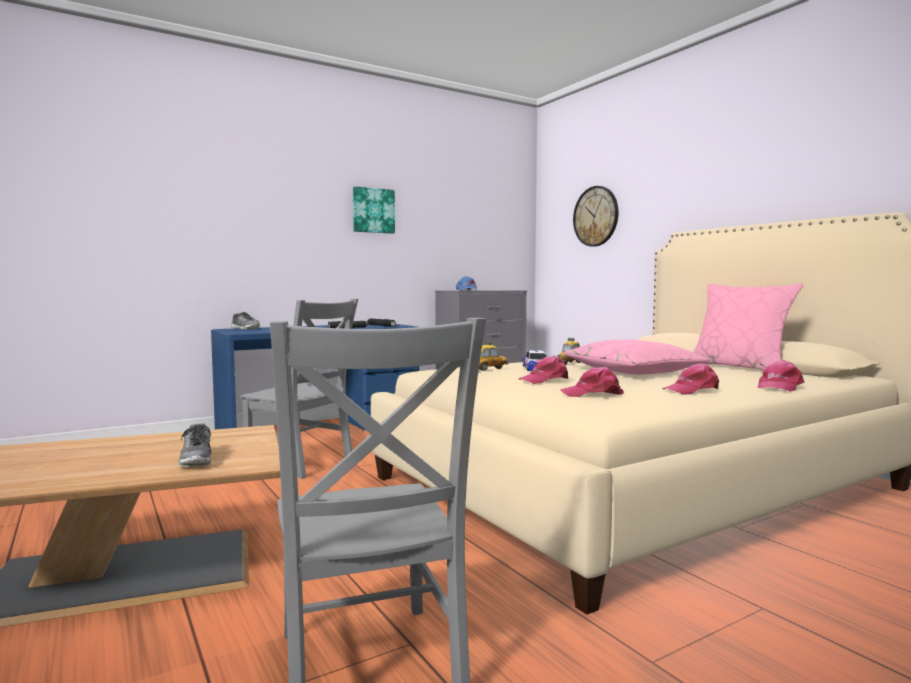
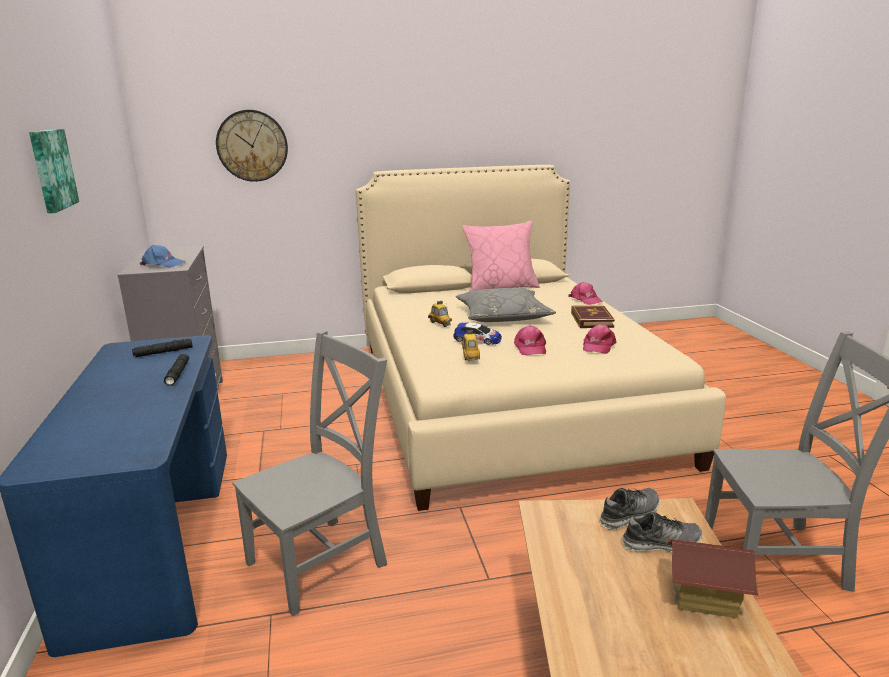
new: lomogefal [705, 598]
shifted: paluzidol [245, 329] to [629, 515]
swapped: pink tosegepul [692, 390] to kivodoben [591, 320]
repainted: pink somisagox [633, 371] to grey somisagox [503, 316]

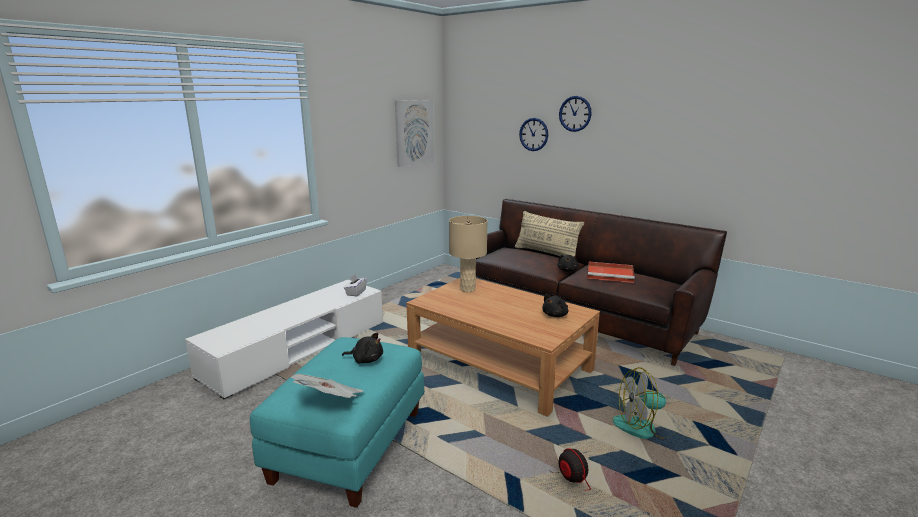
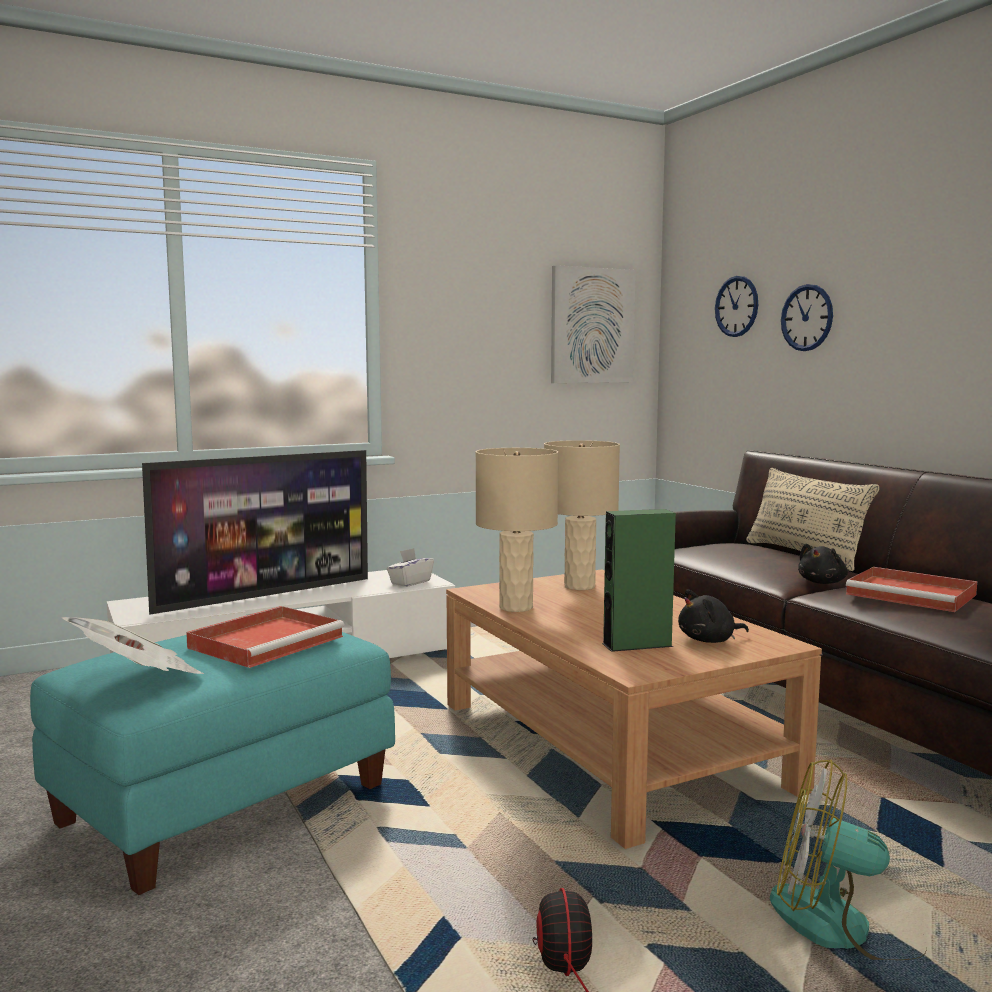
new: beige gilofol [515, 607]; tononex [266, 595]; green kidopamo [637, 645]
shifted: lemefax [575, 114] to [736, 306]
swapped: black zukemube [366, 359] to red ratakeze [268, 641]

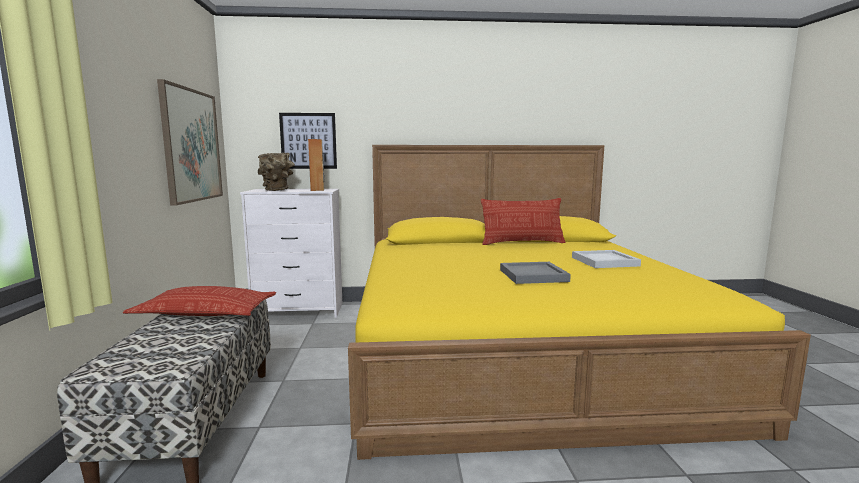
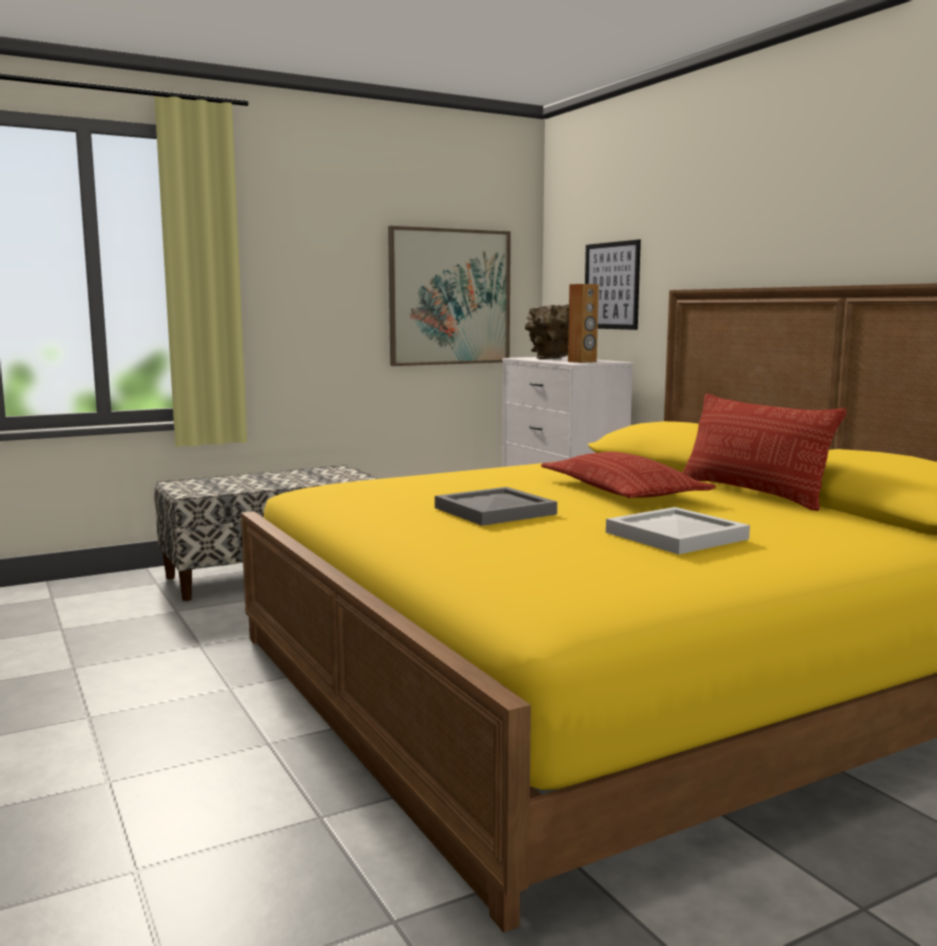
shifted: somisagox [206, 312] to [622, 491]

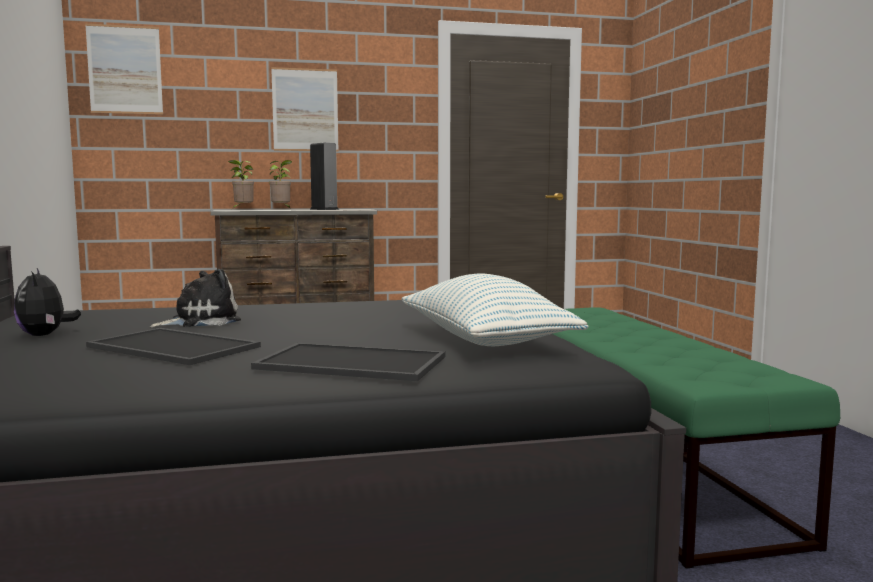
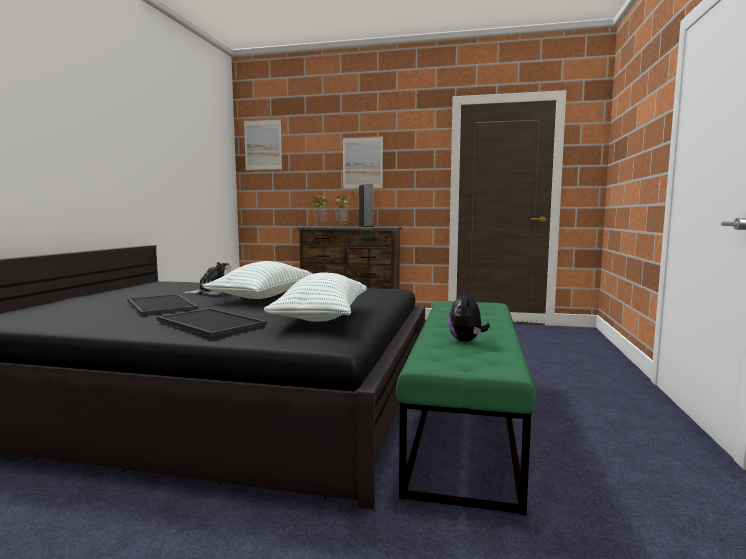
new: somisagox [264, 297]
shifted: zukemube [45, 335] to [466, 341]

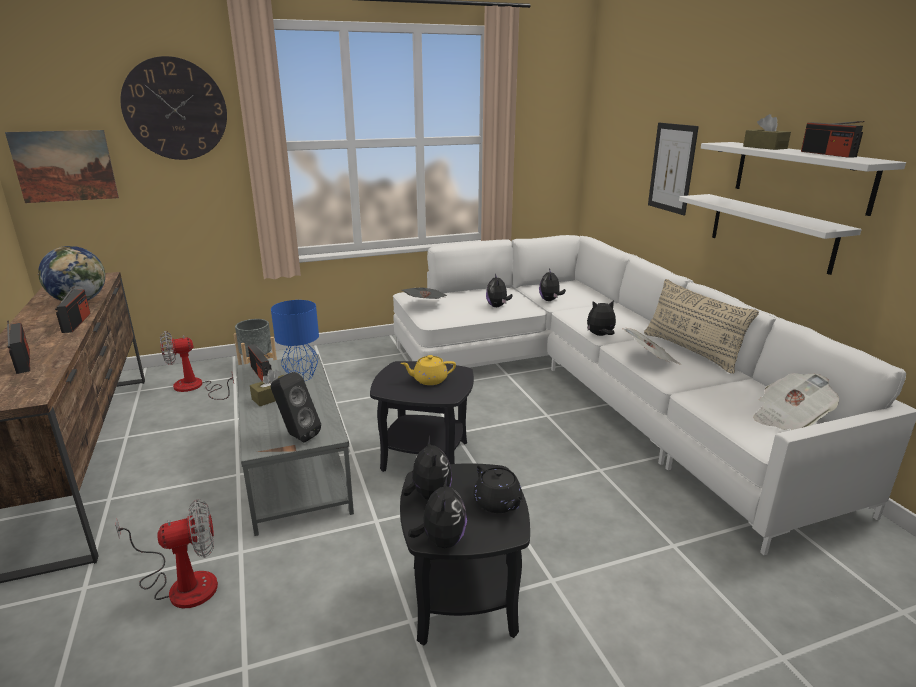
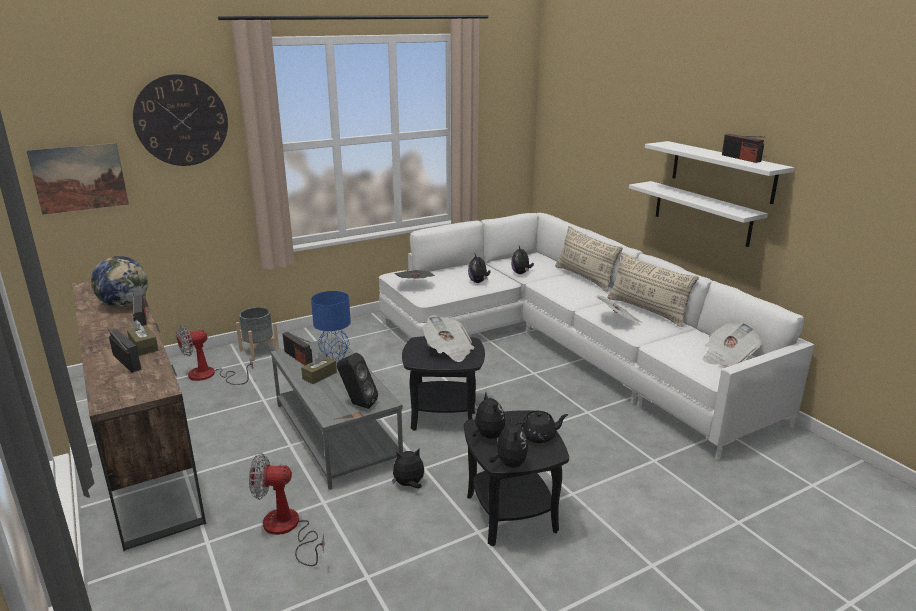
gone: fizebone [672, 168]
new: beige somisagox [584, 277]
shifted: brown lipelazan [764, 147] to [143, 347]; zukemube [600, 335] to [409, 485]
swapped: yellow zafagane [429, 380] to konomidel [448, 351]
rotated: black zafagane [498, 503] = [539, 436] 60 degrees counterclockwise; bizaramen [182, 583] = [287, 529] 150 degrees counterclockwise

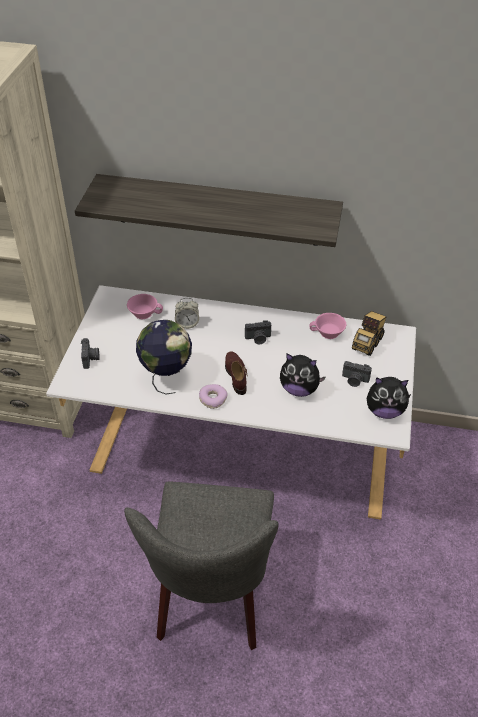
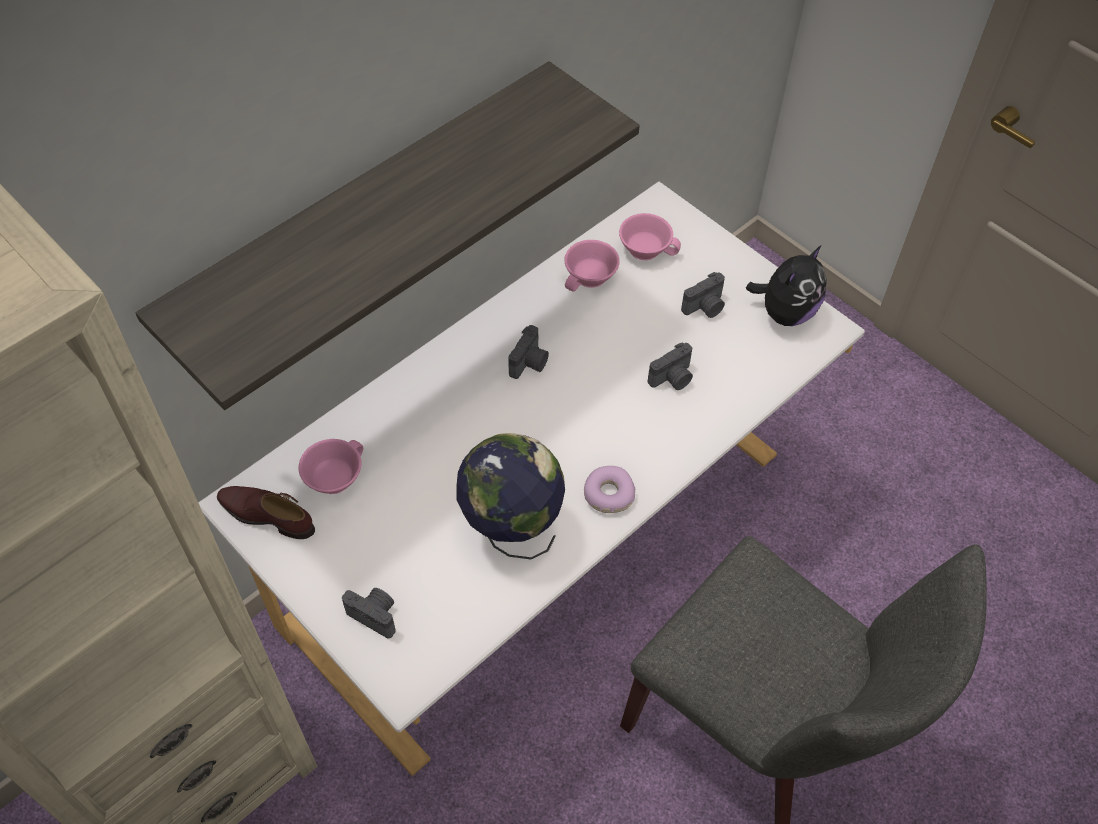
gone: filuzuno [187, 324]
shifted: brown paluzidol [236, 375] to [267, 515]
swapped: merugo [368, 342] to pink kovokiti [646, 247]; zukemube [299, 389] to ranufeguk [673, 379]

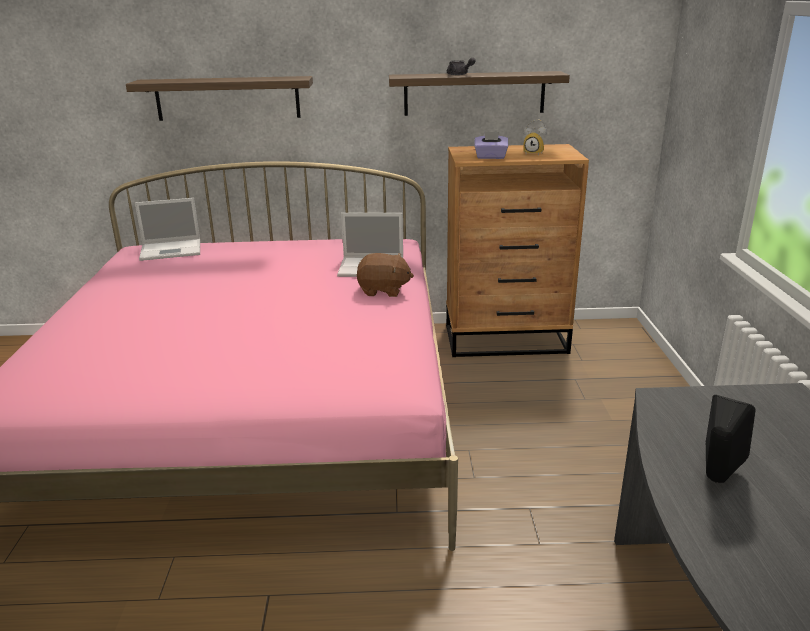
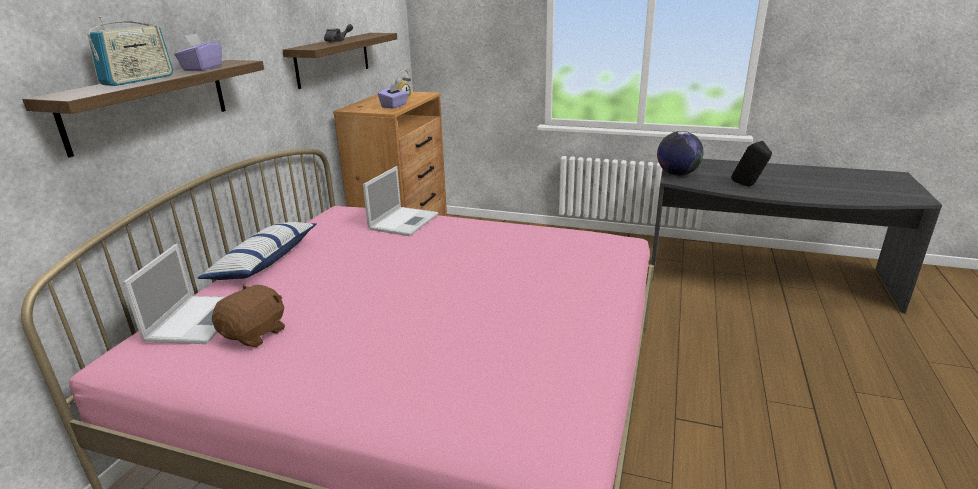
new: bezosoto [138, 80]; purple lipelazan [202, 68]; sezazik [677, 174]; somisagox [264, 262]
shifted: brown zukemube [383, 290] to [255, 334]

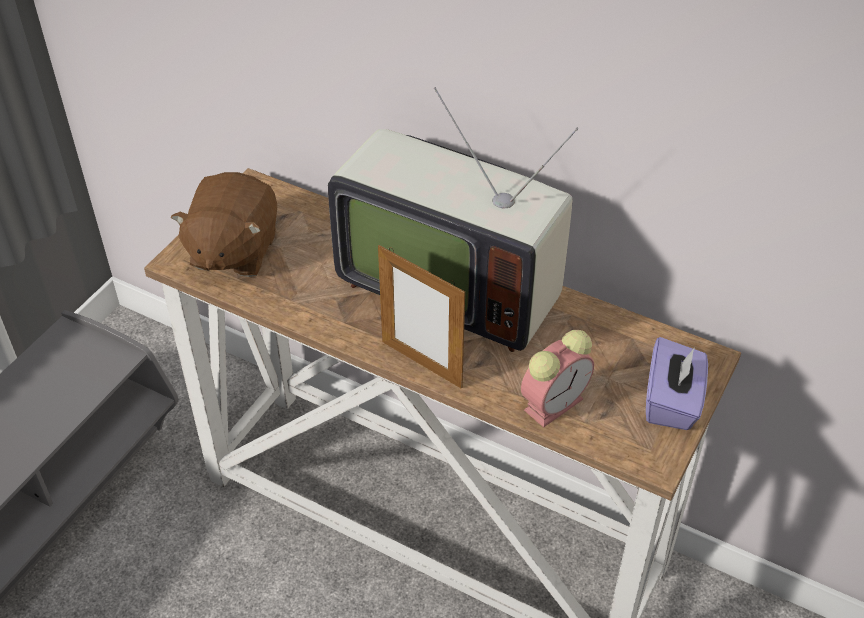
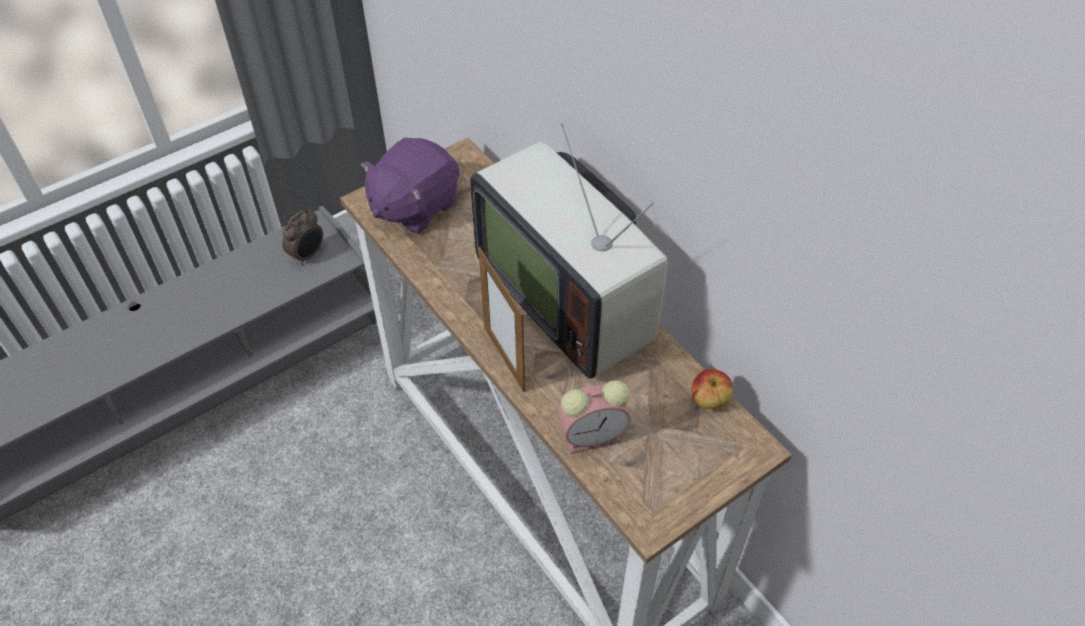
gone: purple lipelazan [672, 402]
new: filuzuno [308, 255]; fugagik [709, 400]
repainted: brown zukemube [233, 251] to purple zukemube [414, 206]

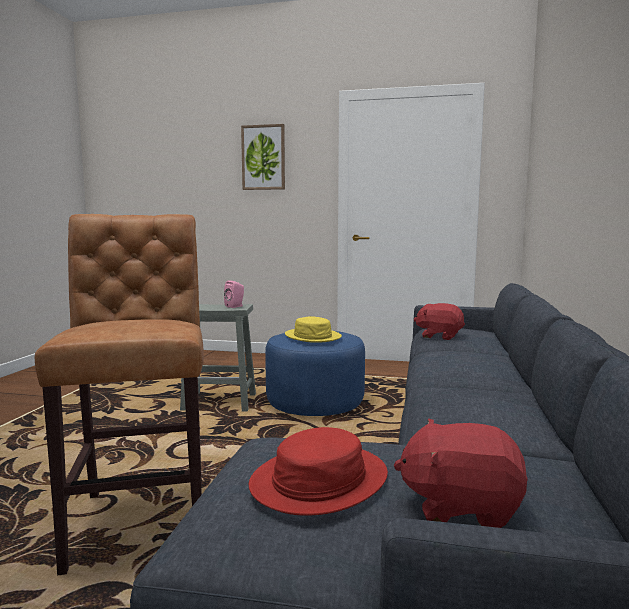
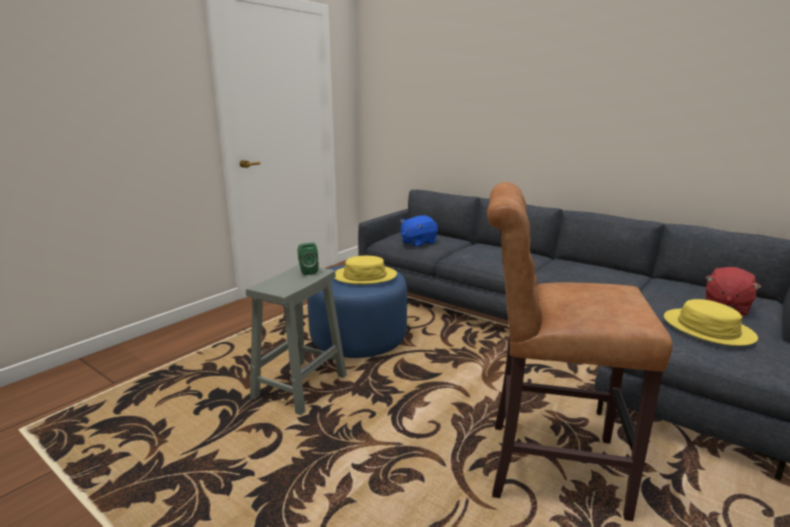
gone: fizebone [263, 157]
repainted: pink kidopamo [235, 306] to green kidopamo [307, 271]; red zukemube [439, 336] to blue zukemube [418, 243]; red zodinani [319, 480] to yellow zodinani [707, 328]

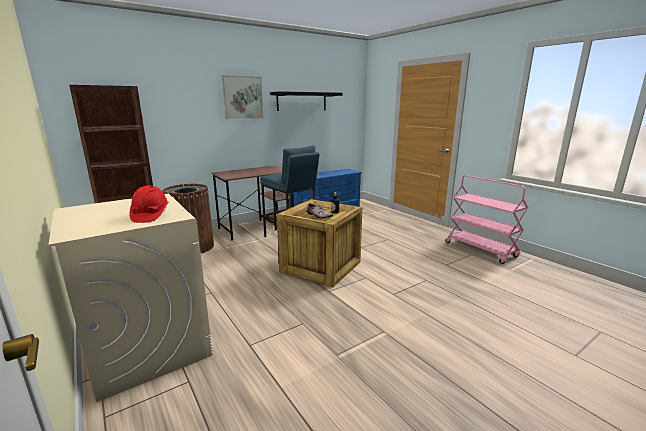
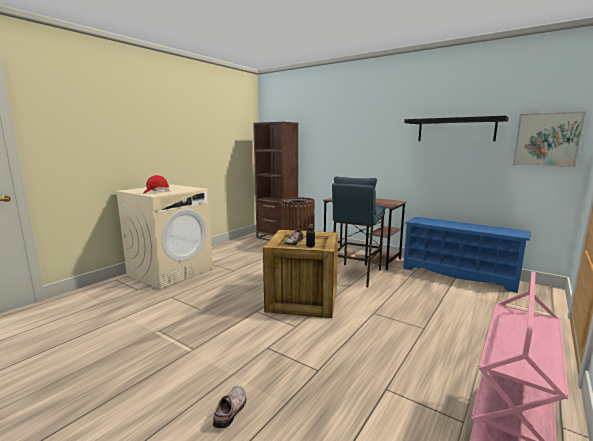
new: paluzidol [231, 410]
shifted: fizebone [242, 97] to [546, 140]

